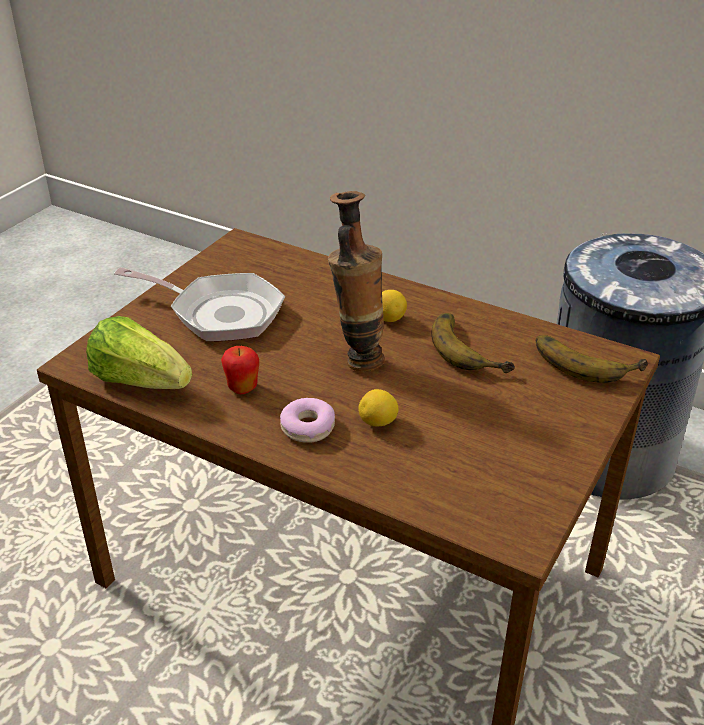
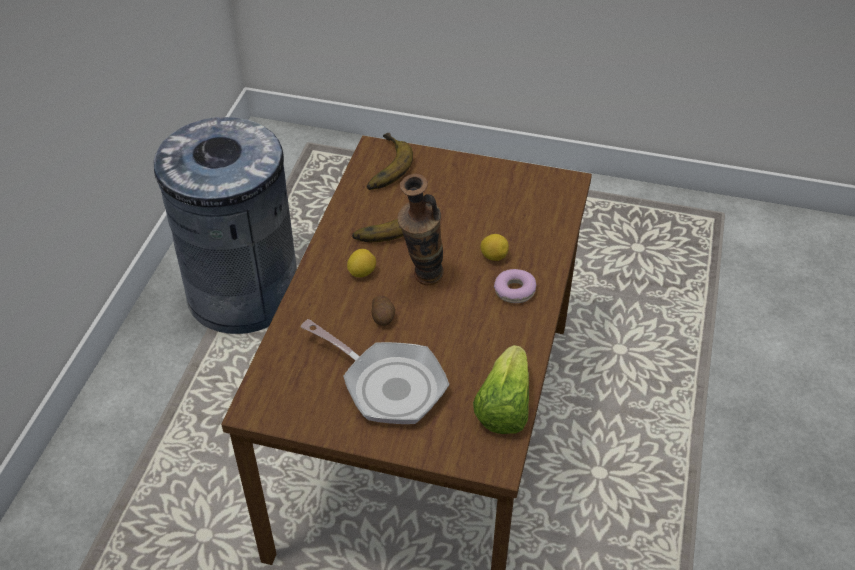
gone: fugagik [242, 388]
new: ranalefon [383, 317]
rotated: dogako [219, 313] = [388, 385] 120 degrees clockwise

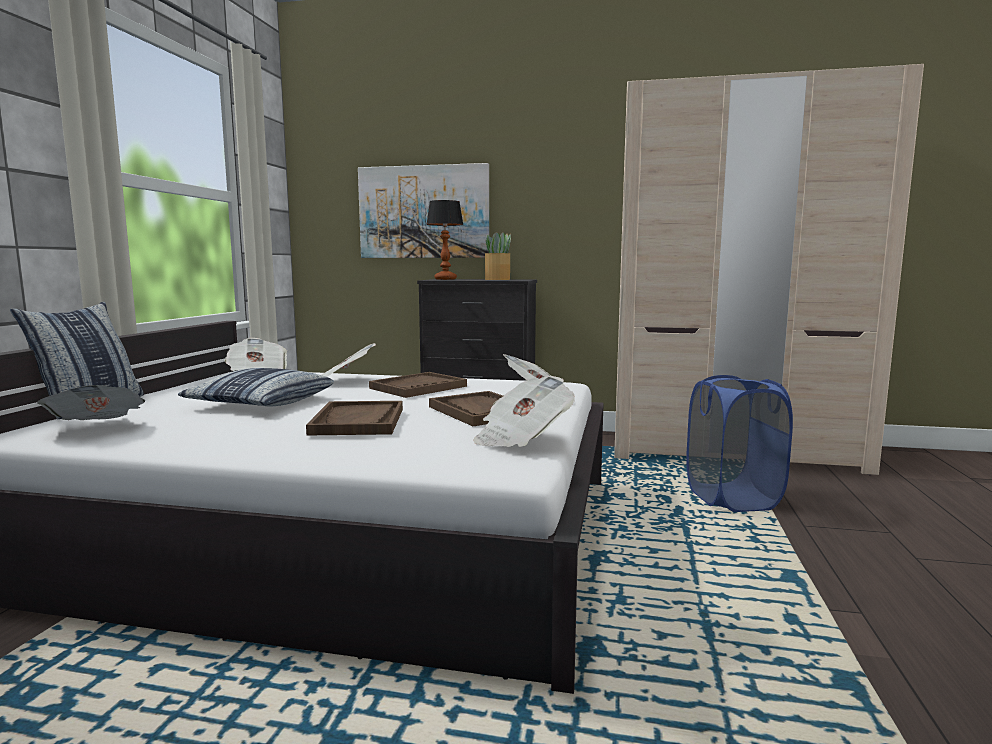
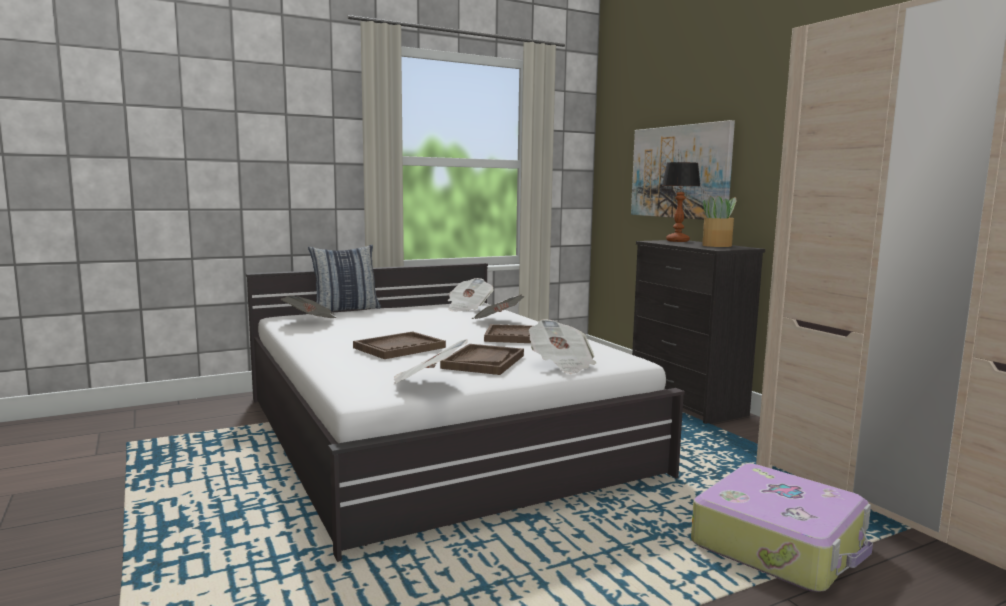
gone: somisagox [261, 403]
swapped: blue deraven [732, 498] to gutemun [780, 544]

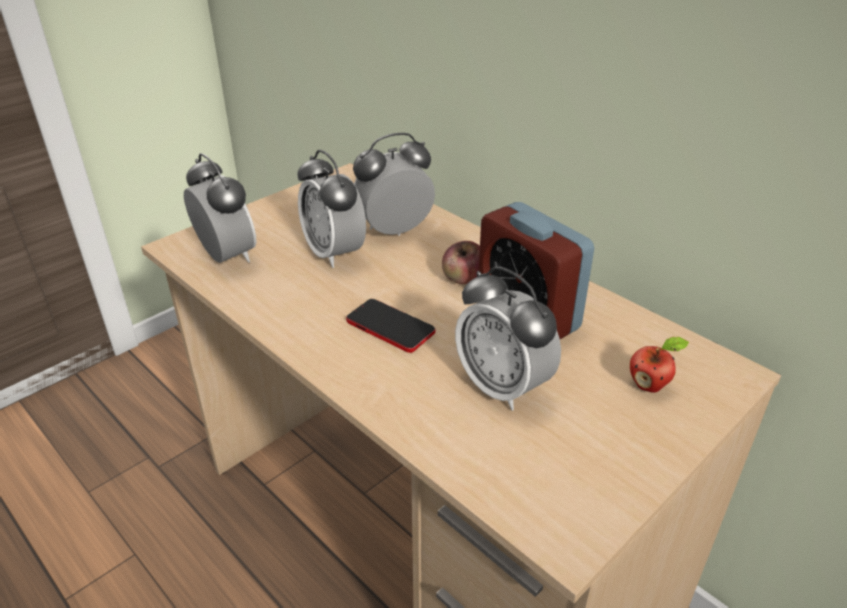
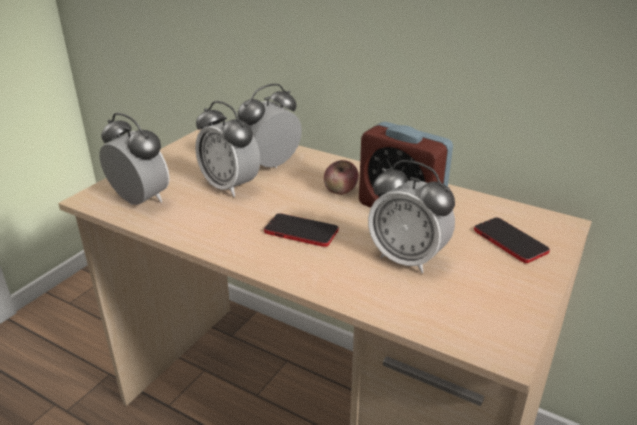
swapped: fugagik [650, 385] to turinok [510, 241]

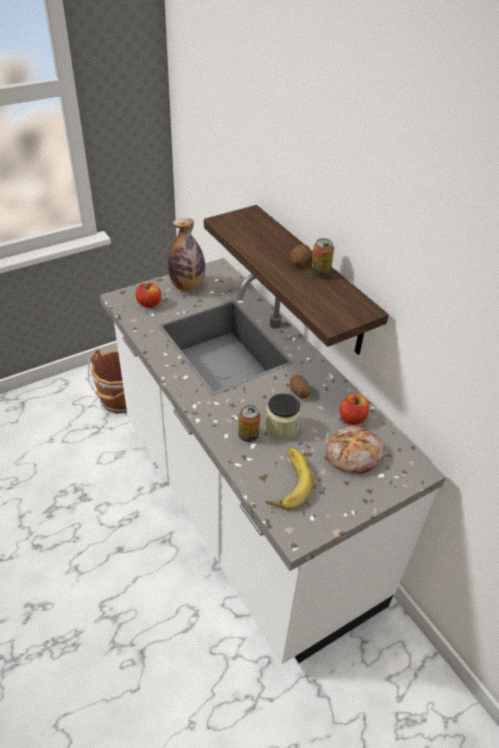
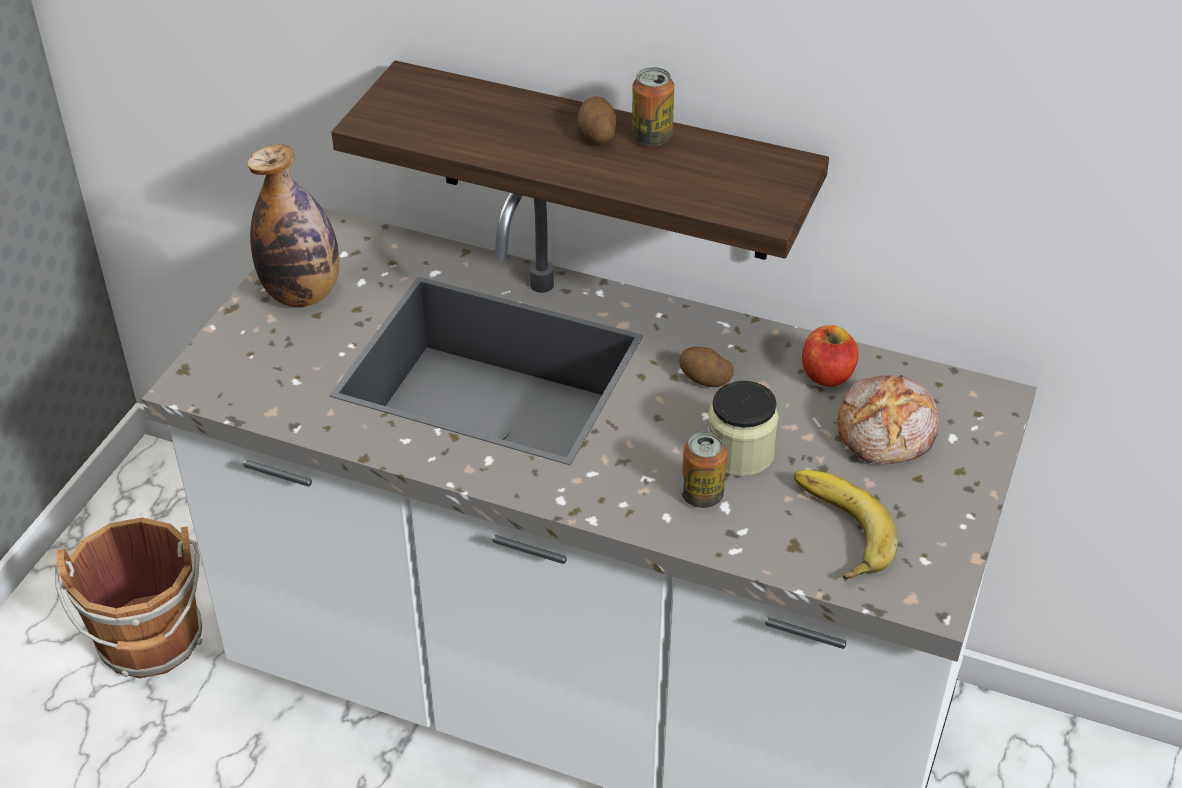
gone: fugagik [149, 303]

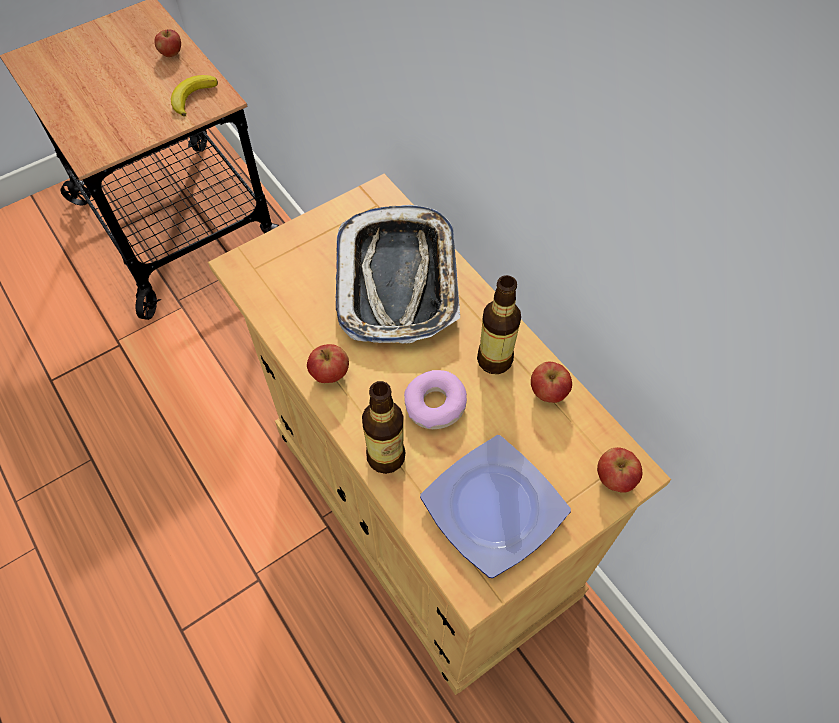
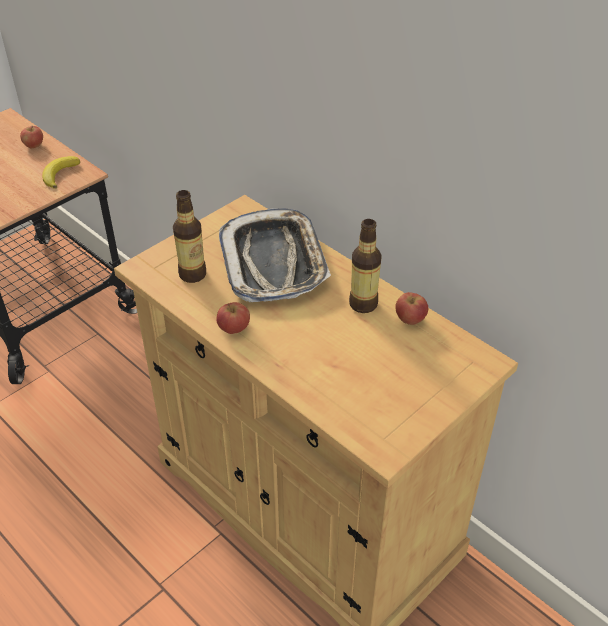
gone: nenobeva [435, 404]; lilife [493, 511]; fugagik [614, 478]
shifted: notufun [386, 457] to [193, 274]

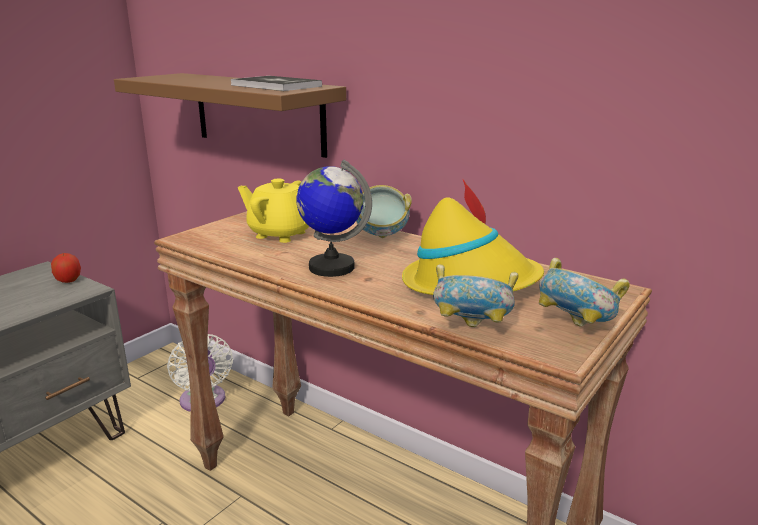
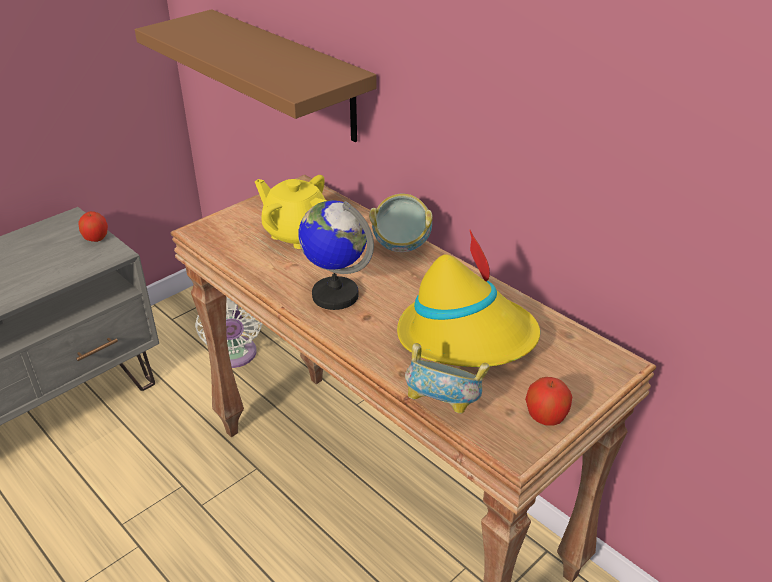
gone: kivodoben [276, 86]
swapped: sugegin [575, 329] to fugagik [545, 417]

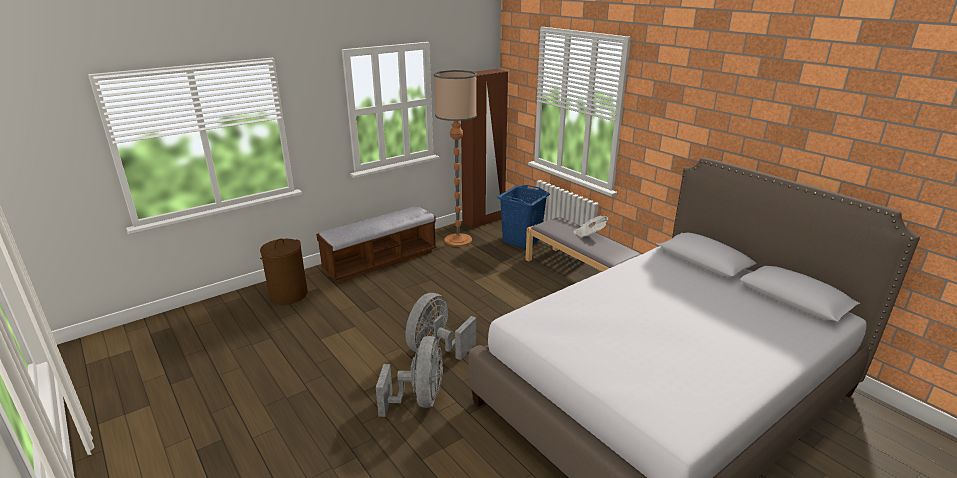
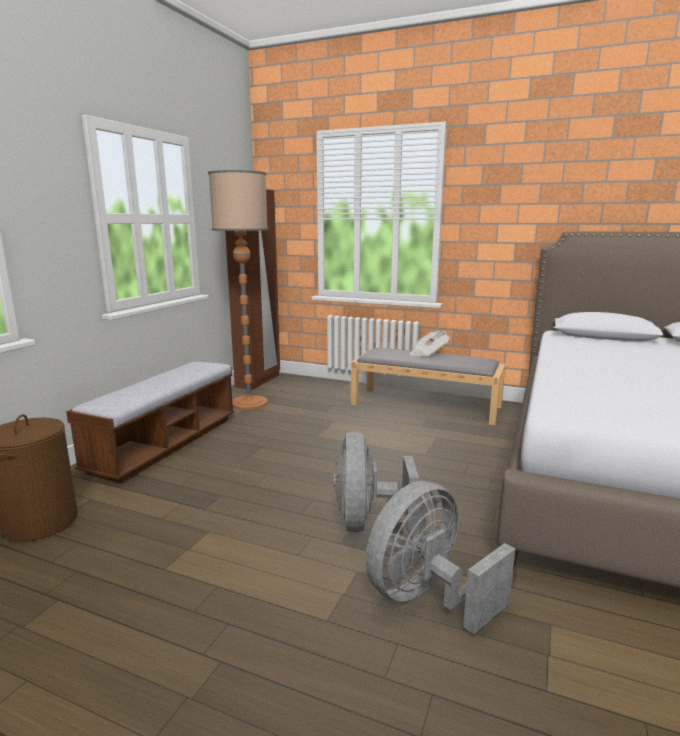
gone: blue deraven [522, 240]
rotated: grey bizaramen [419, 399] = [427, 597] 105 degrees counterclockwise

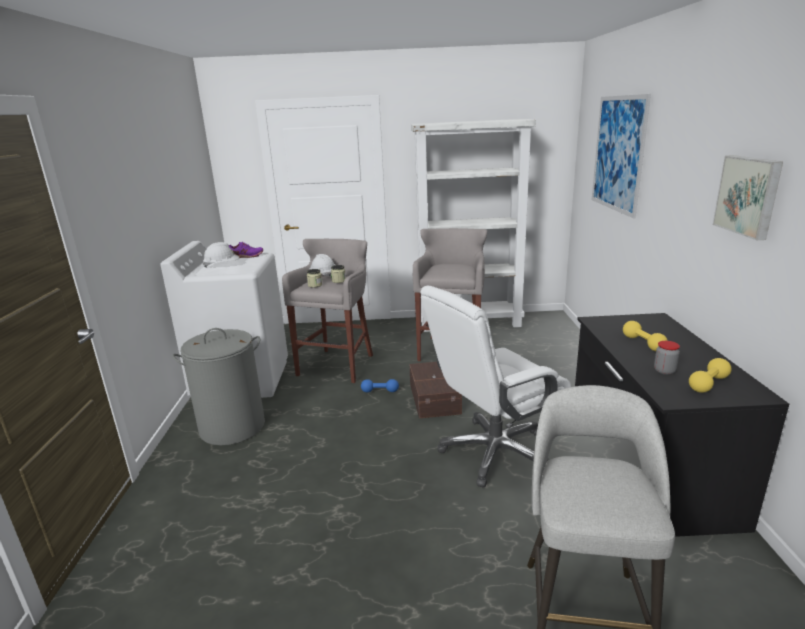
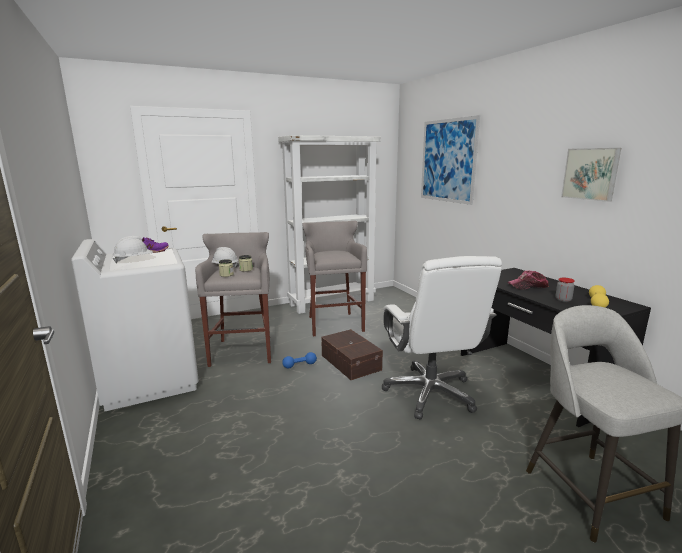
gone: grey deraven [232, 427]
swapped: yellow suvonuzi [643, 343] to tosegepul [528, 286]
rotated: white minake [494, 452] = [430, 393] 45 degrees counterclockwise

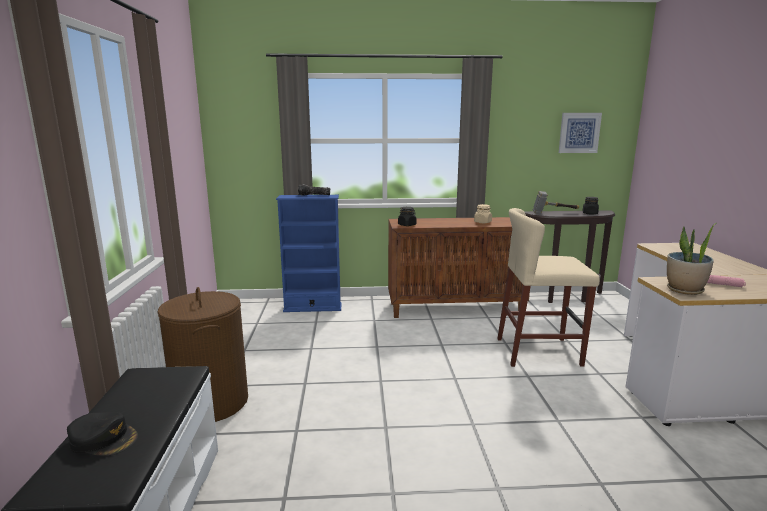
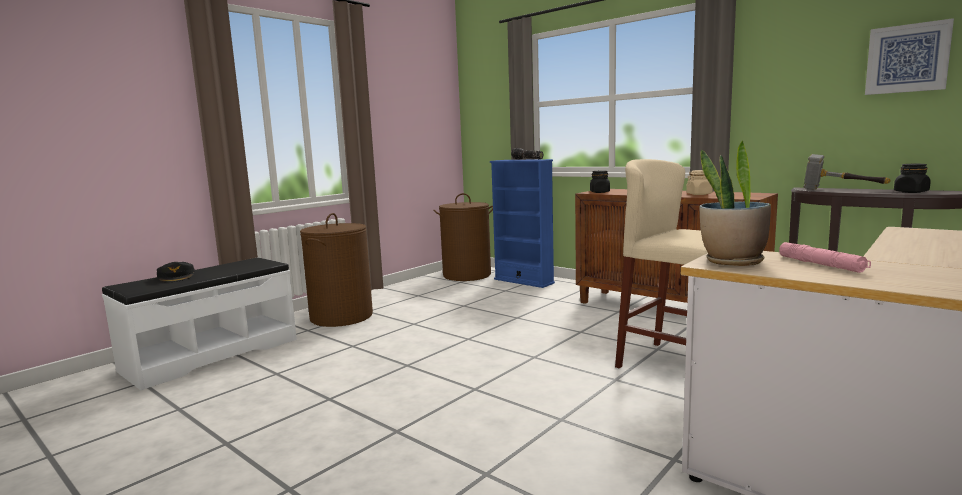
new: brown deraven [467, 275]

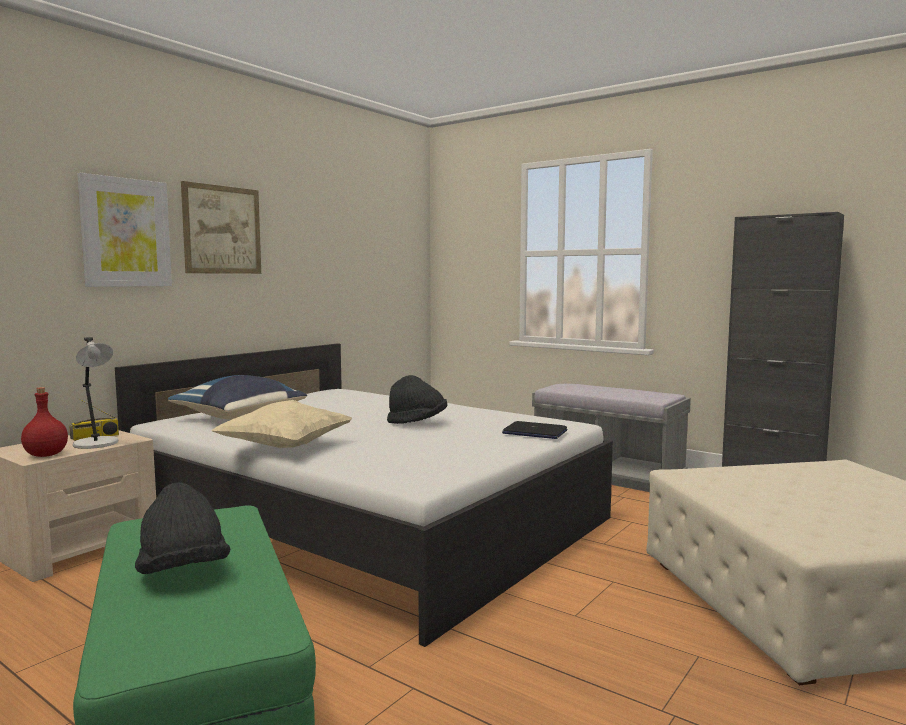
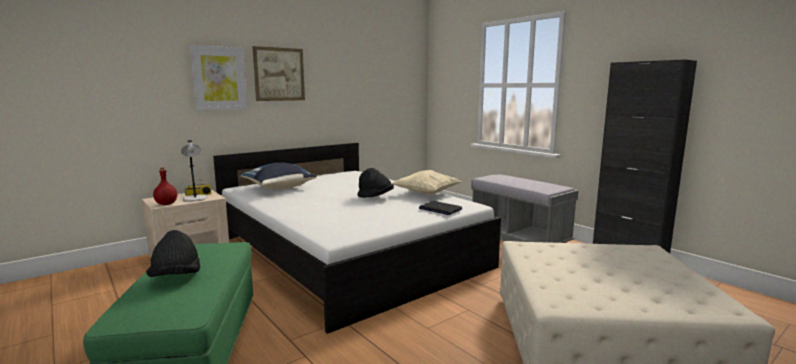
shifted: beige somisagox [285, 447] to [426, 194]

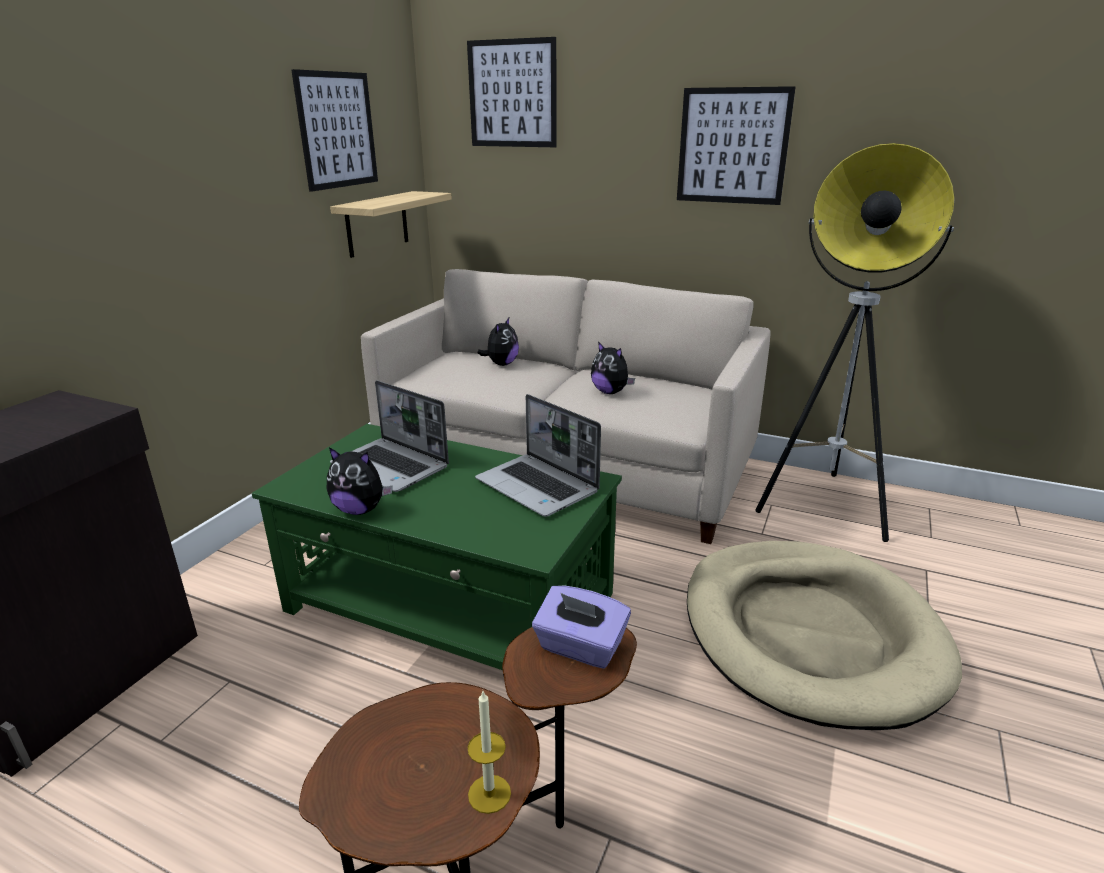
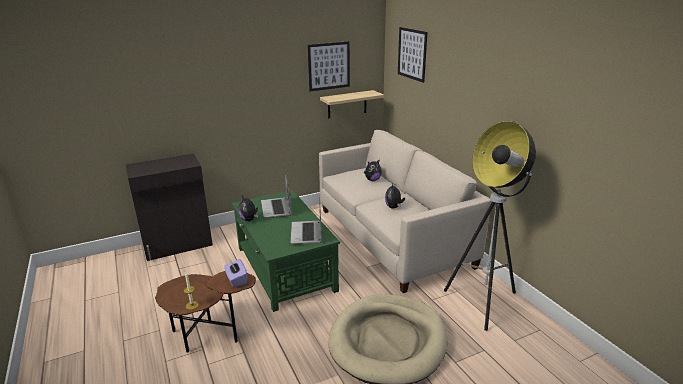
gone: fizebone [732, 146]

